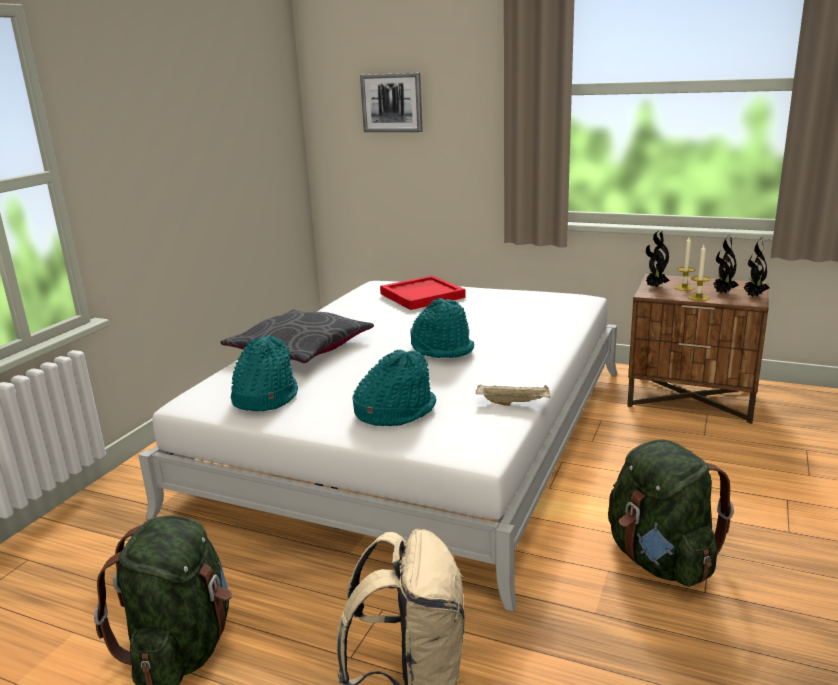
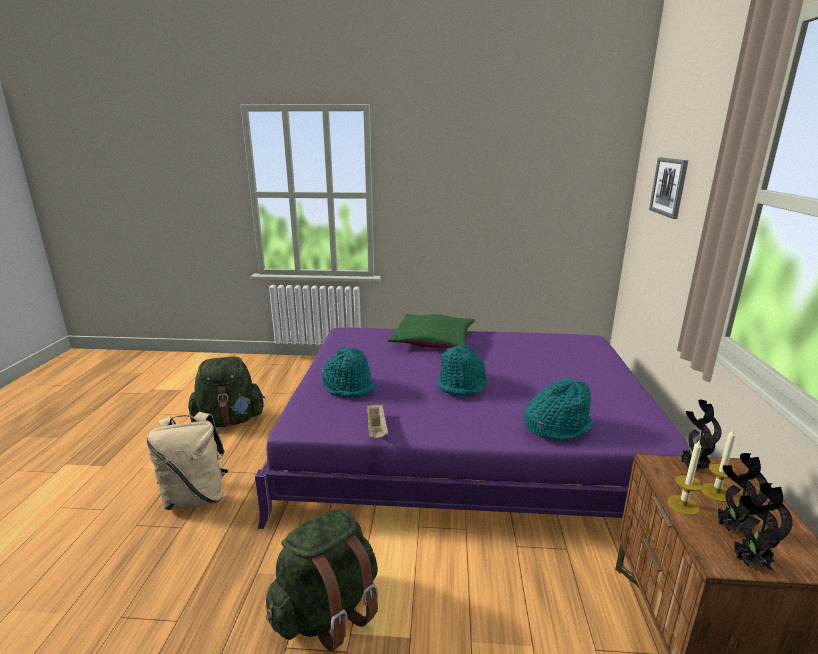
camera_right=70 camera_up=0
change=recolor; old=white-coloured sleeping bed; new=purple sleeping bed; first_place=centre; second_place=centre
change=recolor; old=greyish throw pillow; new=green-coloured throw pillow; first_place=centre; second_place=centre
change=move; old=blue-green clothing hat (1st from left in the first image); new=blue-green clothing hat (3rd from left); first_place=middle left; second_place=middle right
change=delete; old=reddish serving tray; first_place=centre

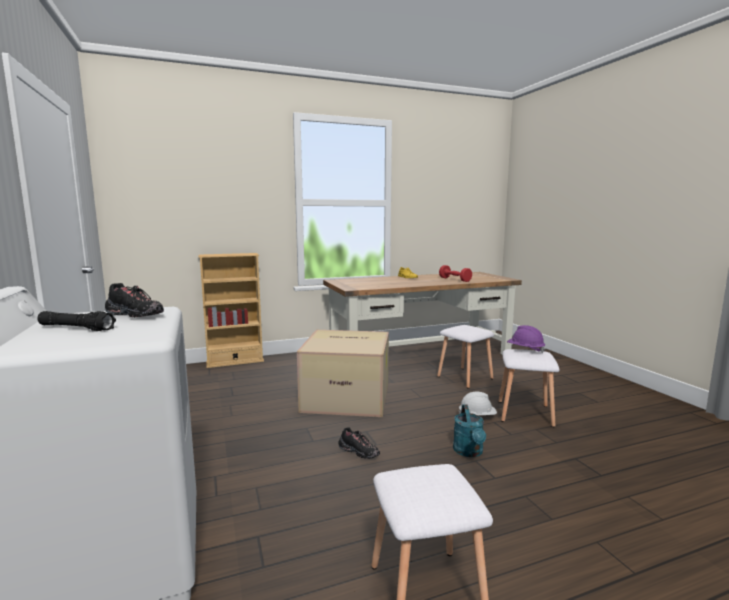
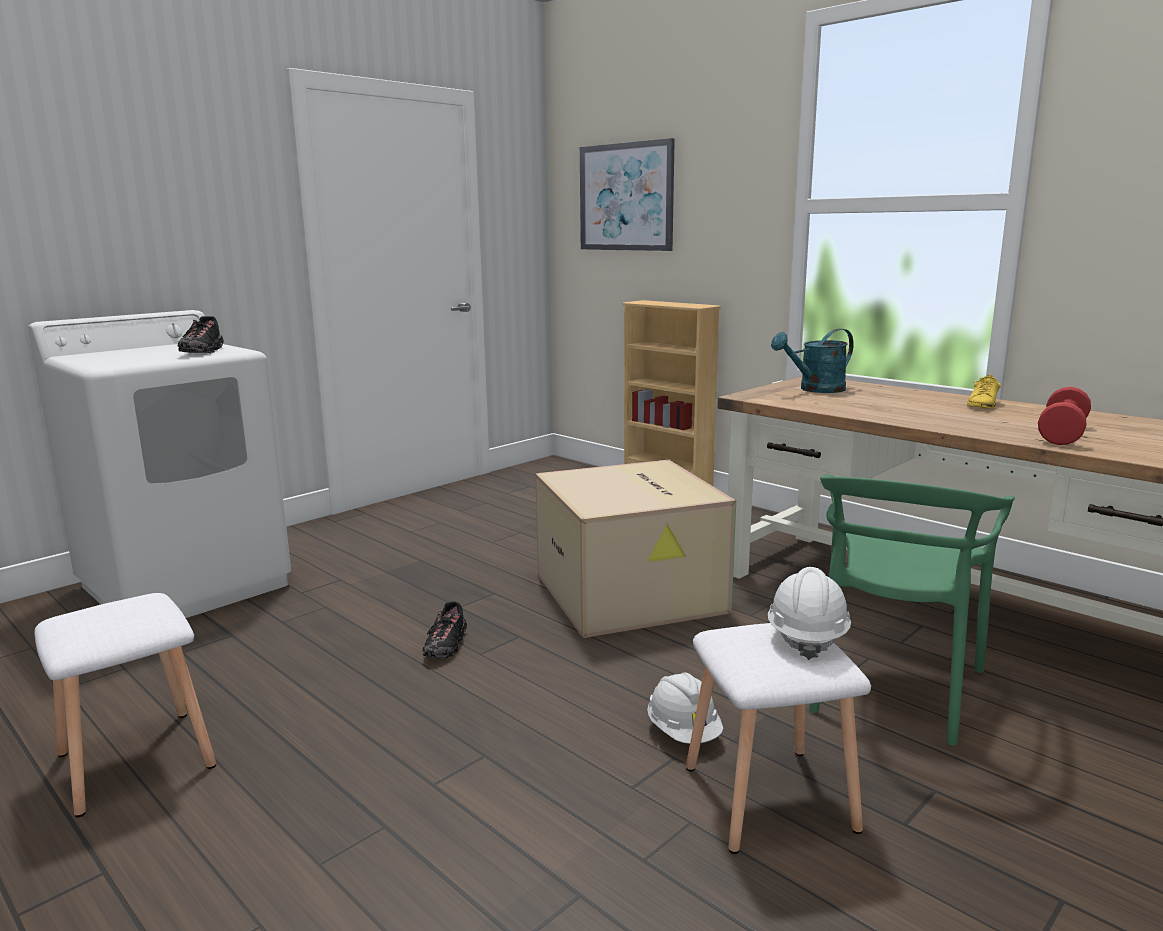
camera_right=65 camera_up=5
change=delete; old=blackish hand torch; first_place=middle left
change=replace; old=white-coloured stool (2nd from left); new=green-coloured upright chair; first_place=centre; second_place=middle right
change=move; old=blue-green sprinkling can; first_place=bottom centre; second_place=middle right
change=recolor; old=purple safety helmet; new=white-coloured safety helmet (2nd from left); first_place=middle right; second_place=middle right
change=insert; new=wall art; second_place=top centre

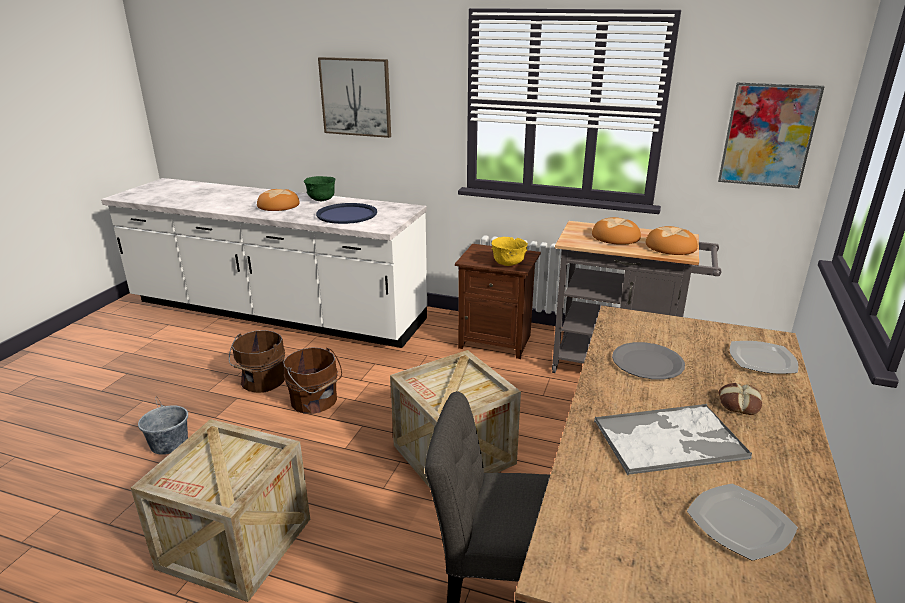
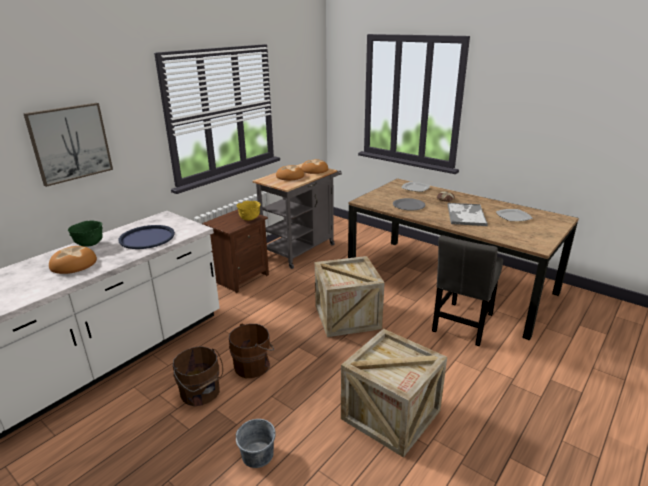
camera_right=-70 camera_up=0
change=delete; old=wall art (2nd from left); first_place=top right

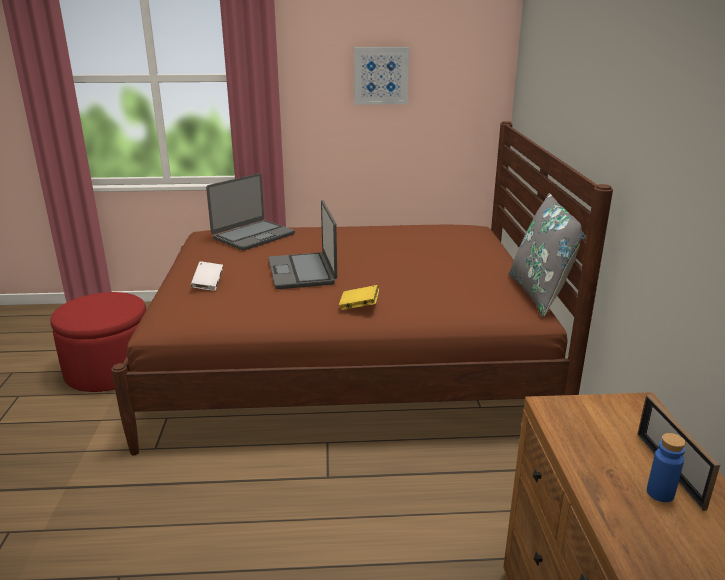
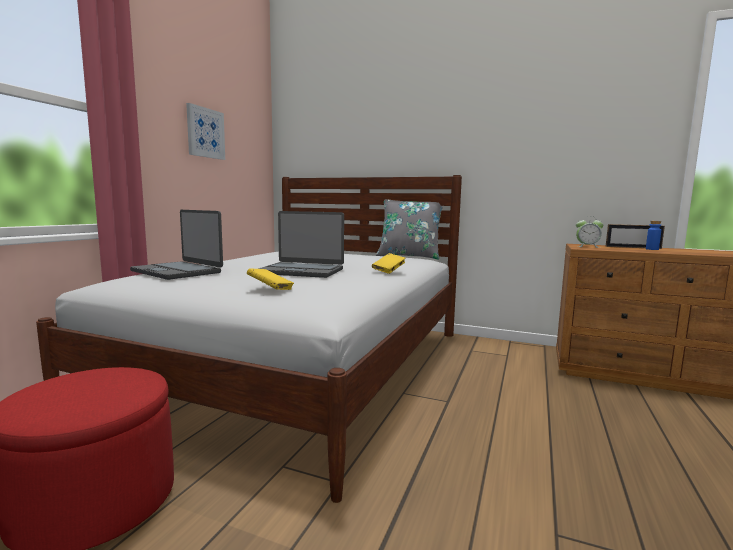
camera_right=-65 camera_up=-15
change=recolor; old=brownish sleeping bed; new=white-coloured sleeping bed; first_place=centre; second_place=centre
change=recolor; old=white-coloured bound book; new=yellowish bound book (1st from left); first_place=middle left; second_place=centre
change=rotate; old=laptop (1st from left); first_place=centre; second_place=middle left; degrees=150
change=insert; new=bedside clock; second_place=middle right

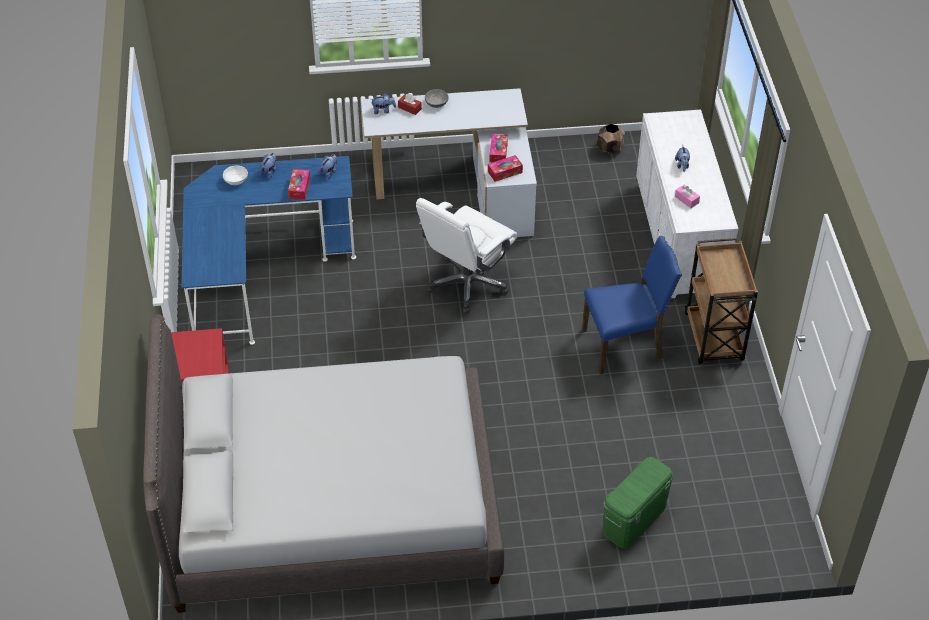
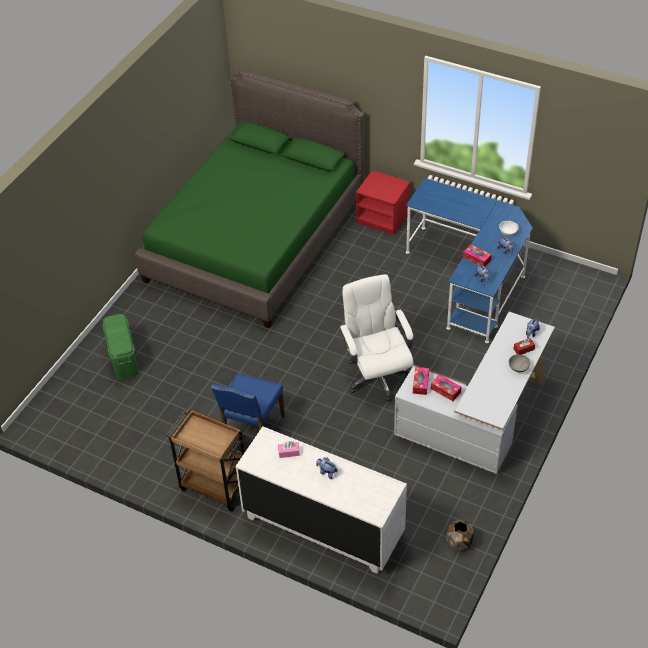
camera_right=125 camera_up=0
change=recolor; old=greyish sleeping bed; new=green-coloured sleeping bed; first_place=bottom centre; second_place=top centre

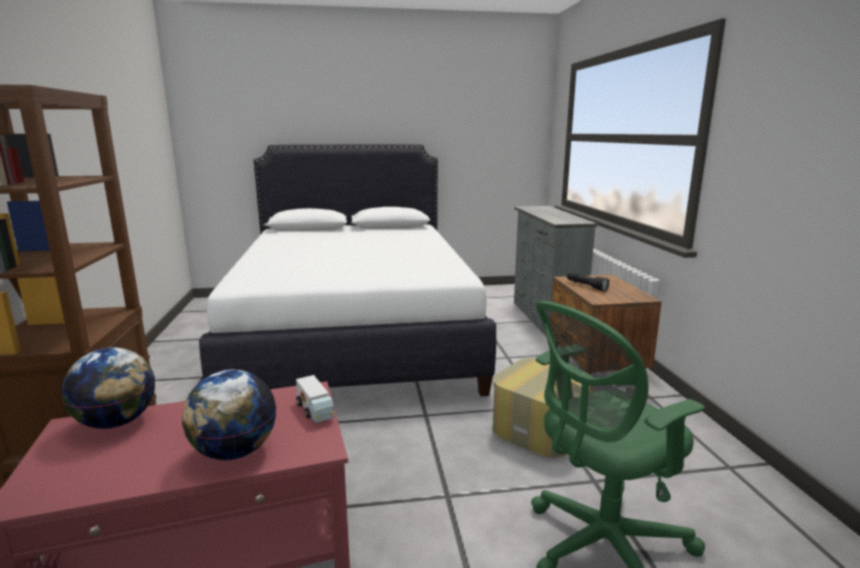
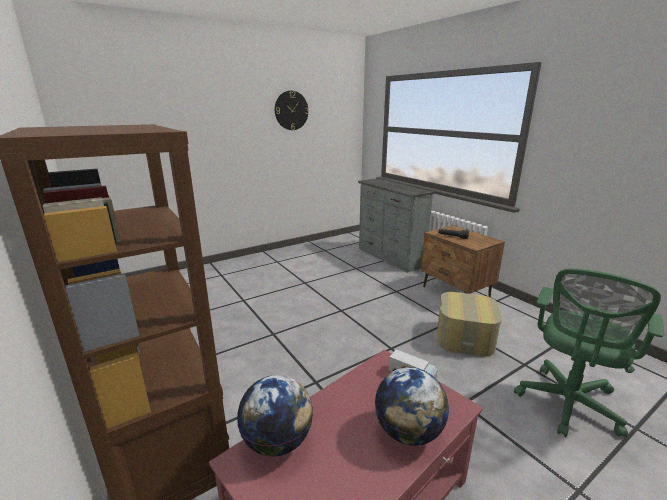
camera_right=-25 camera_up=5
change=delete; old=white-coloured sleeping bed; first_place=centre
change=insert; new=wall clock; second_place=top centre

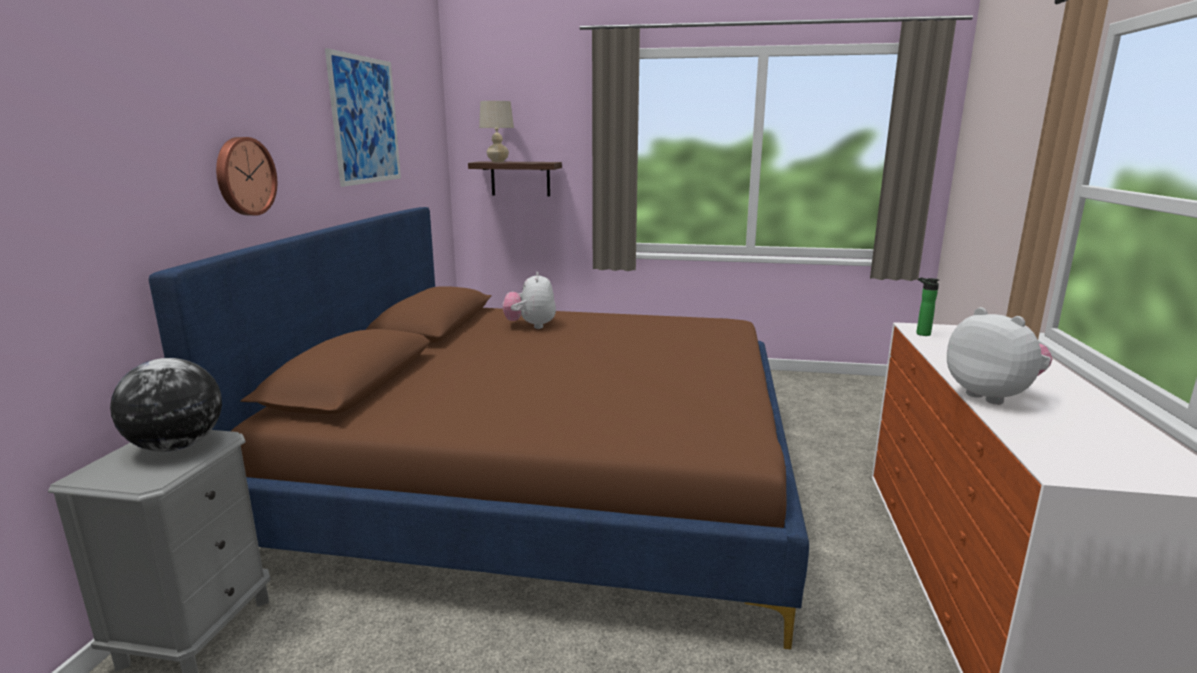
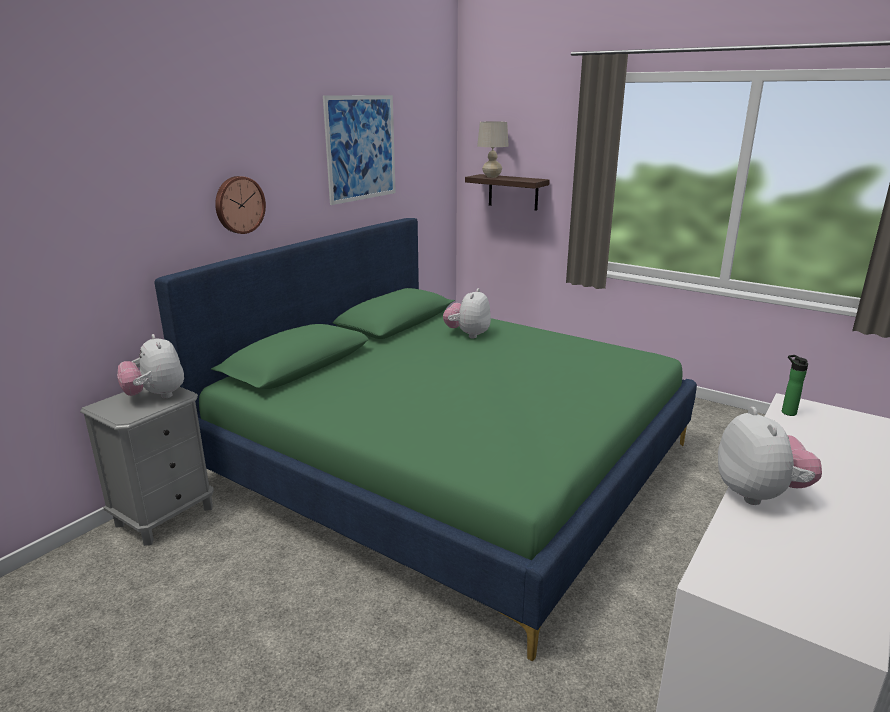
camera_right=25 camera_up=5
change=replace; old=world globe; new=plush toy (1st from left); first_place=middle left; second_place=middle left
change=recolor; old=brownish sleeping bed; new=green-coloured sleeping bed; first_place=centre; second_place=centre

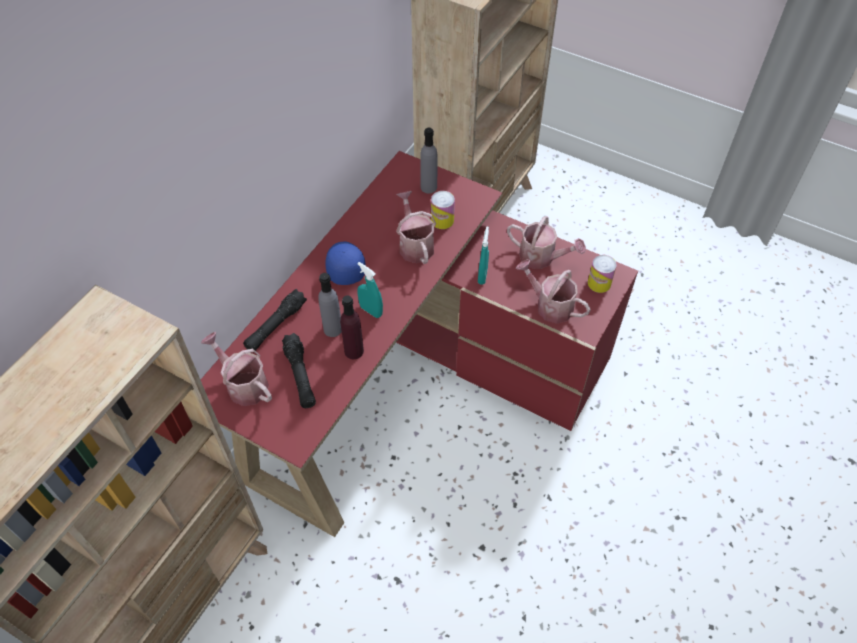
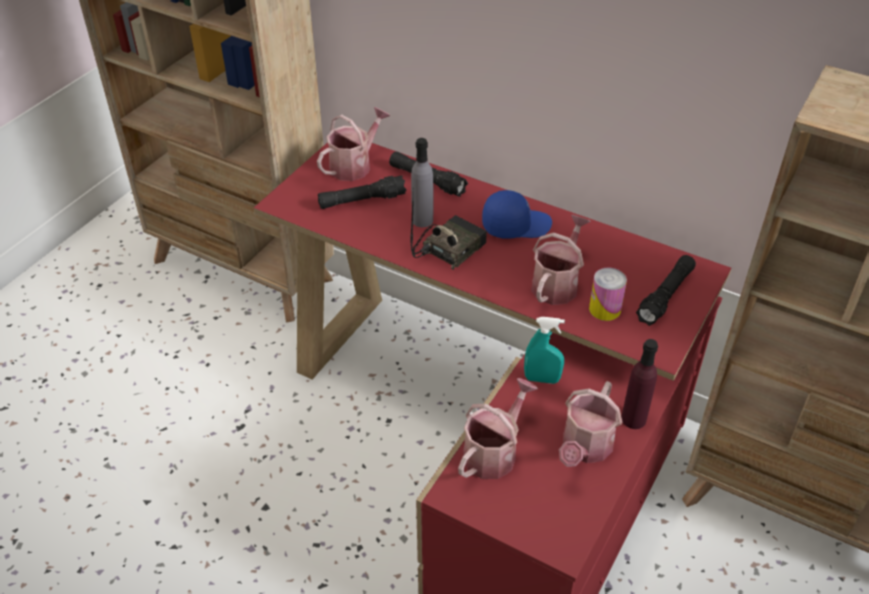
camera_right=90 camera_up=-10
change=move; old=purple beverage bottle; first_place=centre; second_place=middle right
change=replace; old=blue-green hand sprayer (1st from left); new=radio; first_place=centre; second_place=centre
change=rotate; old=sprinkling can (2nd from left in the first image); first_place=centre; second_place=centre; degrees=-45
change=replace; old=greyish beverage bottle (2nd from left); new=blackish hand torch (3rd from left); first_place=top centre; second_place=middle right
change=delete; old=metal can (2nd from left); first_place=middle right

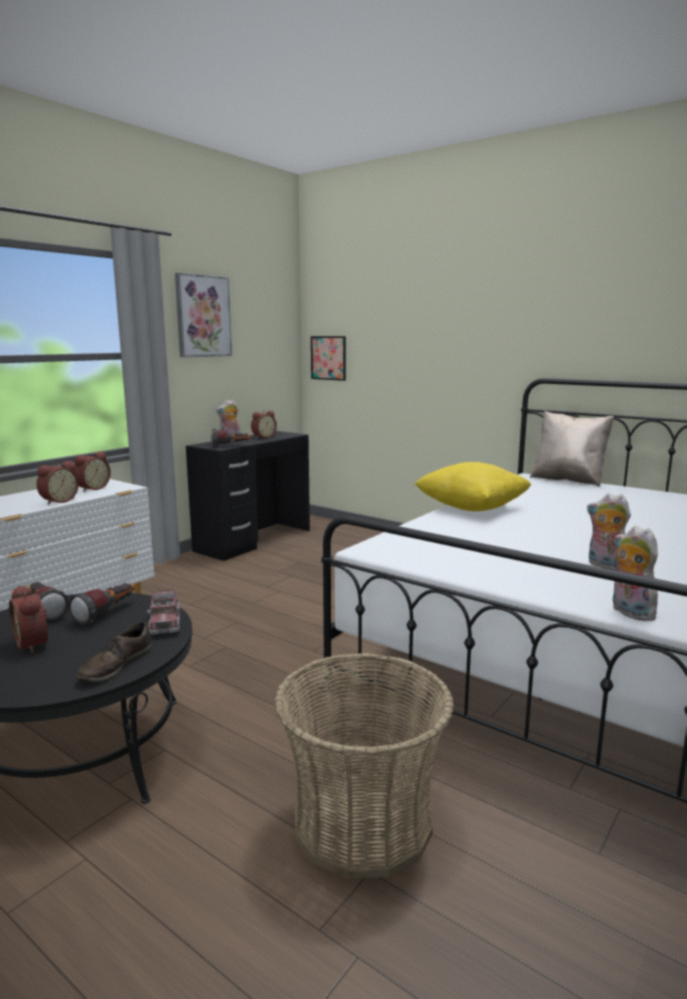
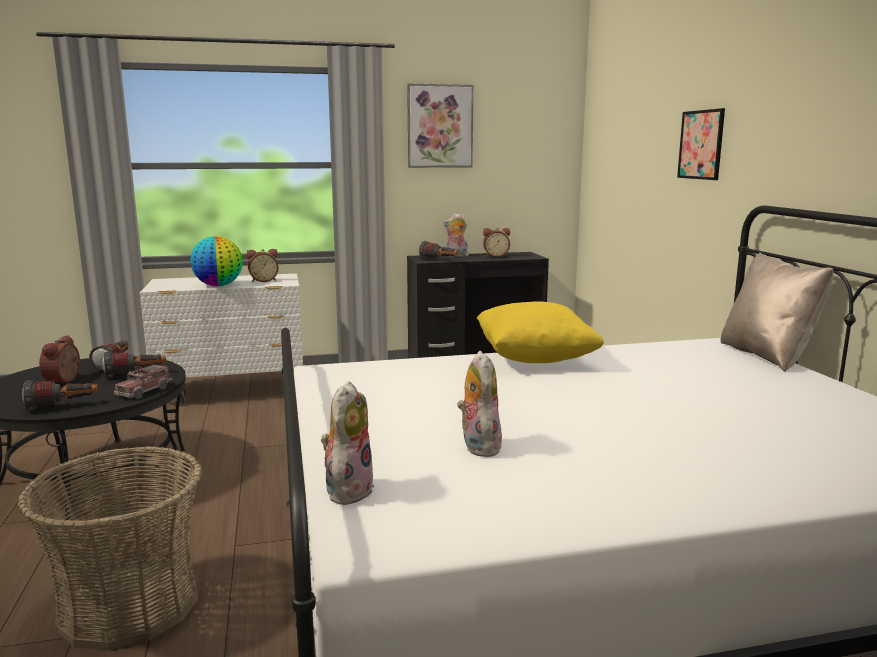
camera_right=40 camera_up=0
change=replace; old=bedside clock (2nd from left); new=world globe; first_place=middle left; second_place=middle left
change=replace; old=brownish low shoe; new=hand torch (1st from left); first_place=middle left; second_place=middle left
change=move; old=wall art (2nd from left); first_place=centre; second_place=top right

